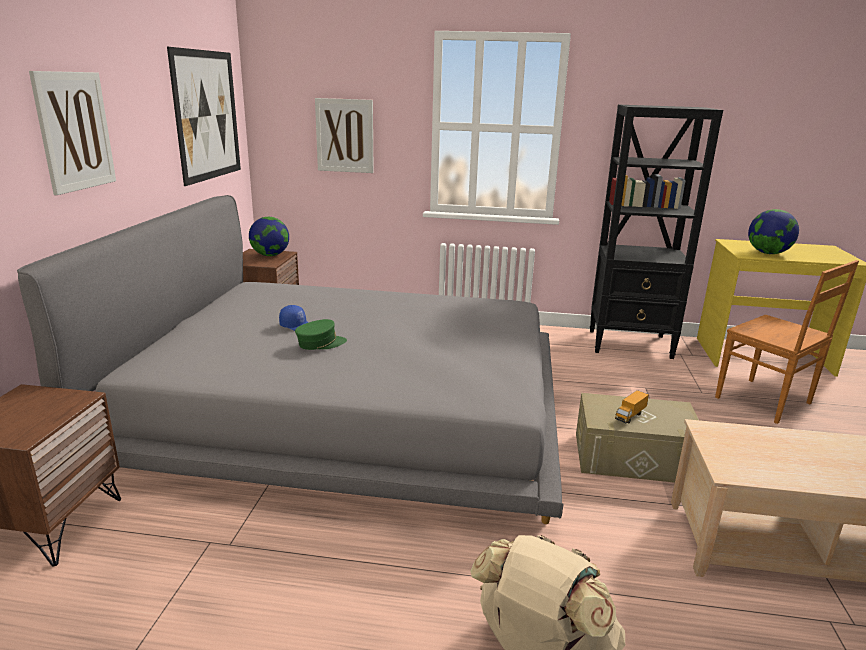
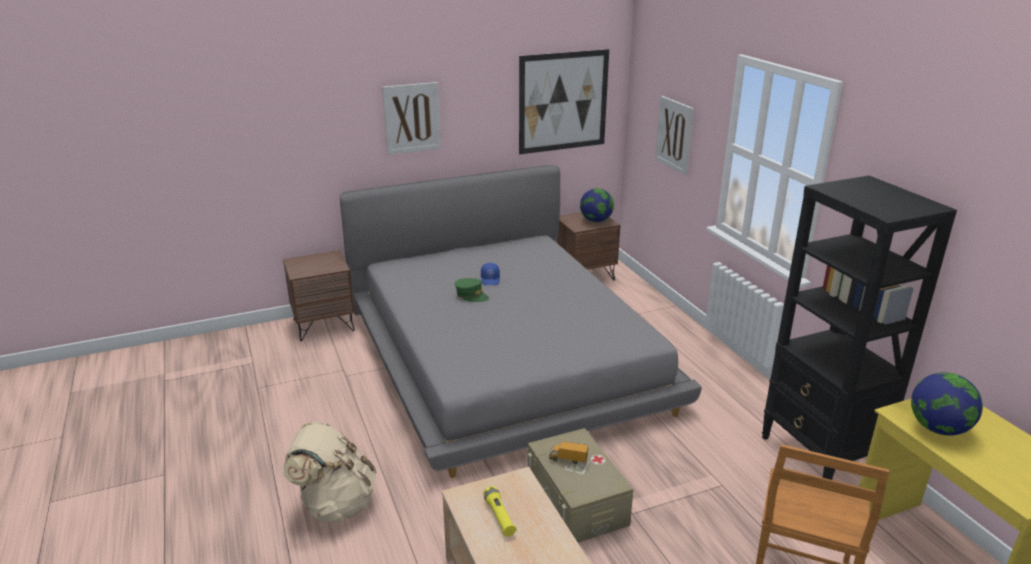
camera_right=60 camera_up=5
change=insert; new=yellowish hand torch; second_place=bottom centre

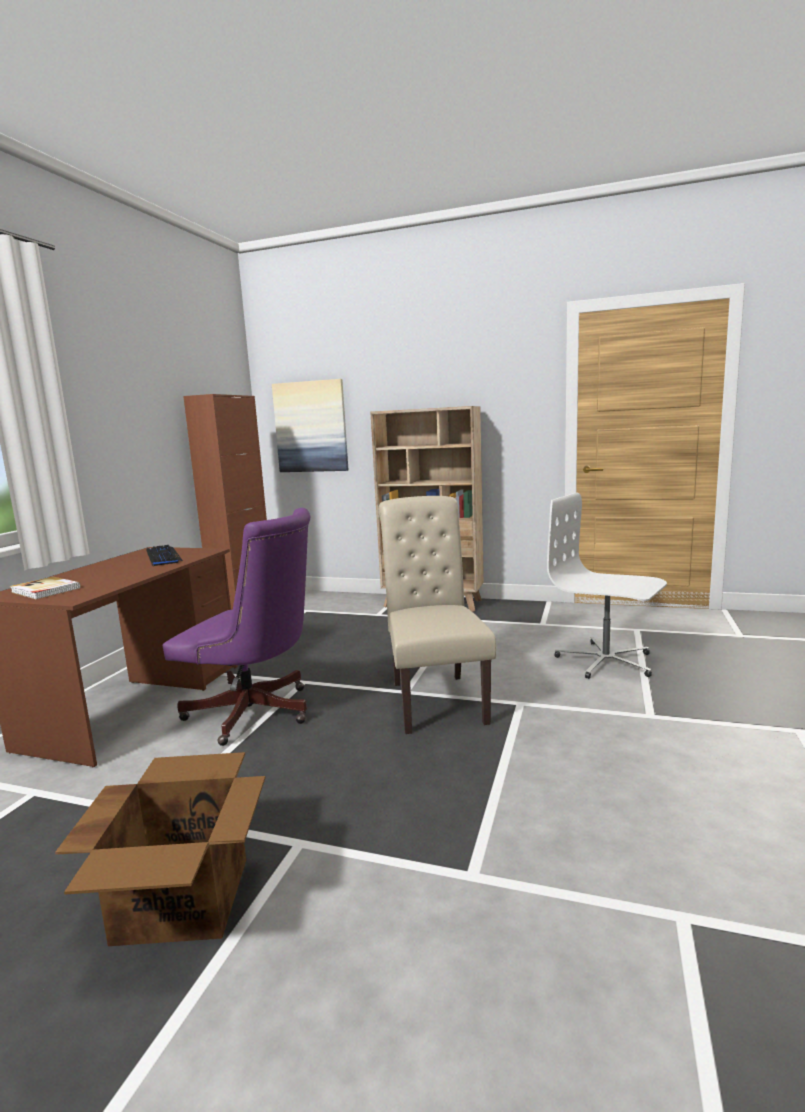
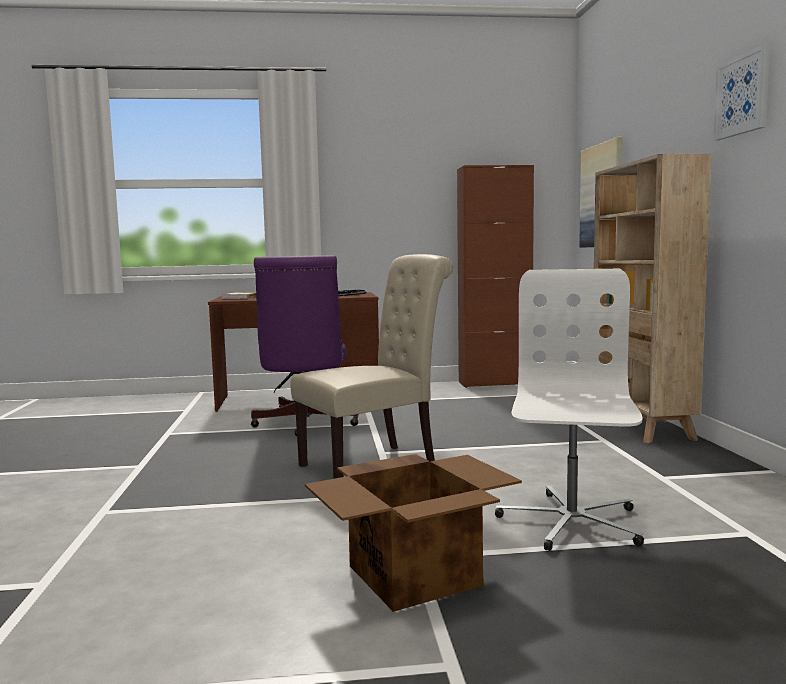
camera_right=65 camera_up=-5
change=move; old=carton; first_place=bottom left; second_place=bottom centre
change=insert; new=wall art (2nd from left); second_place=top right

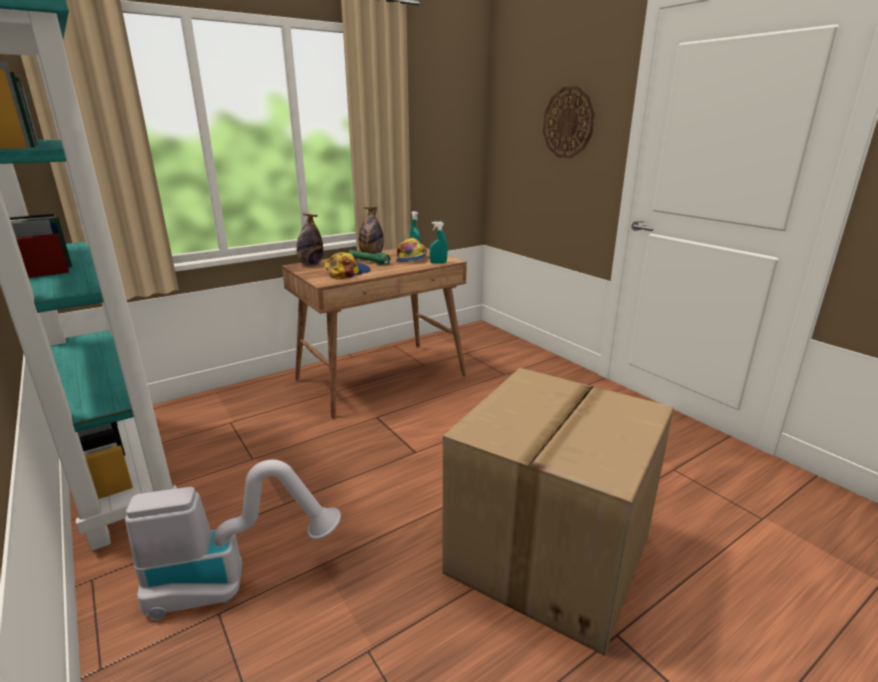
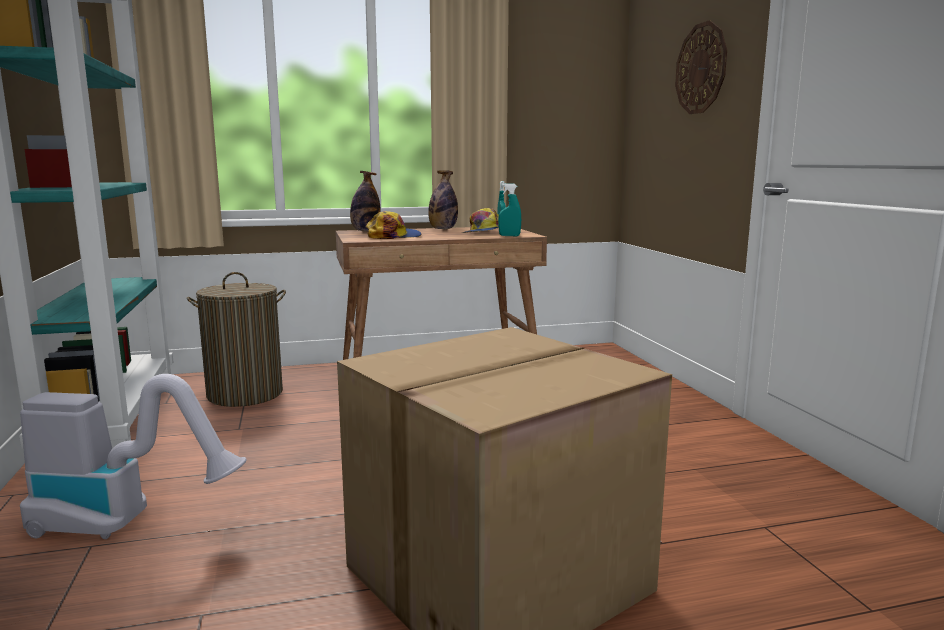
camera_right=20 camera_up=-10
change=delete; old=green-coloured hand torch; first_place=centre
change=insert; new=hamper; second_place=middle left

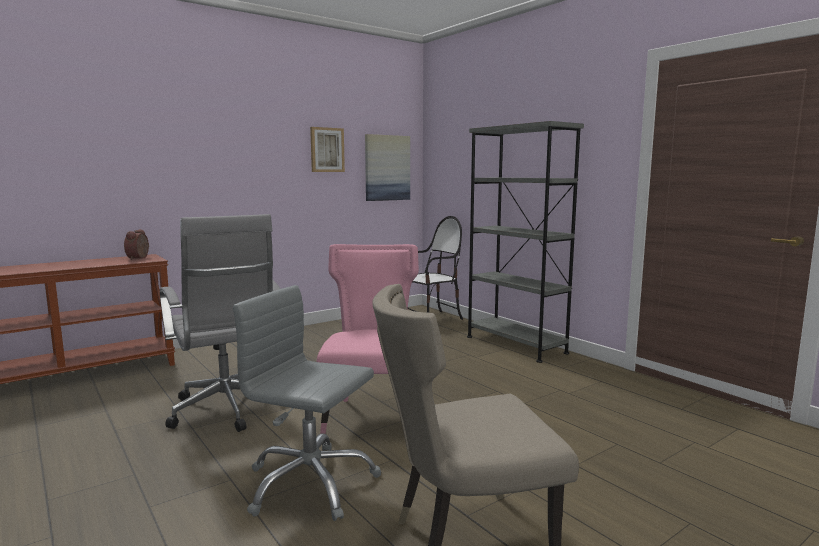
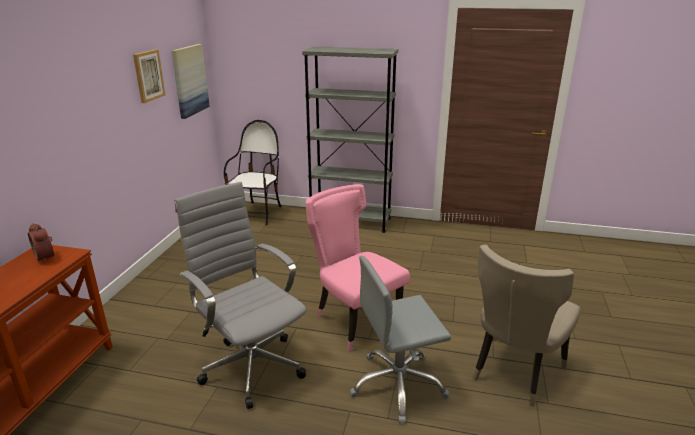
camera_right=-40 camera_up=15
change=rotate; old=greyish computer chair (1st from left); first_place=middle left; second_place=bottom centre; degrees=-150

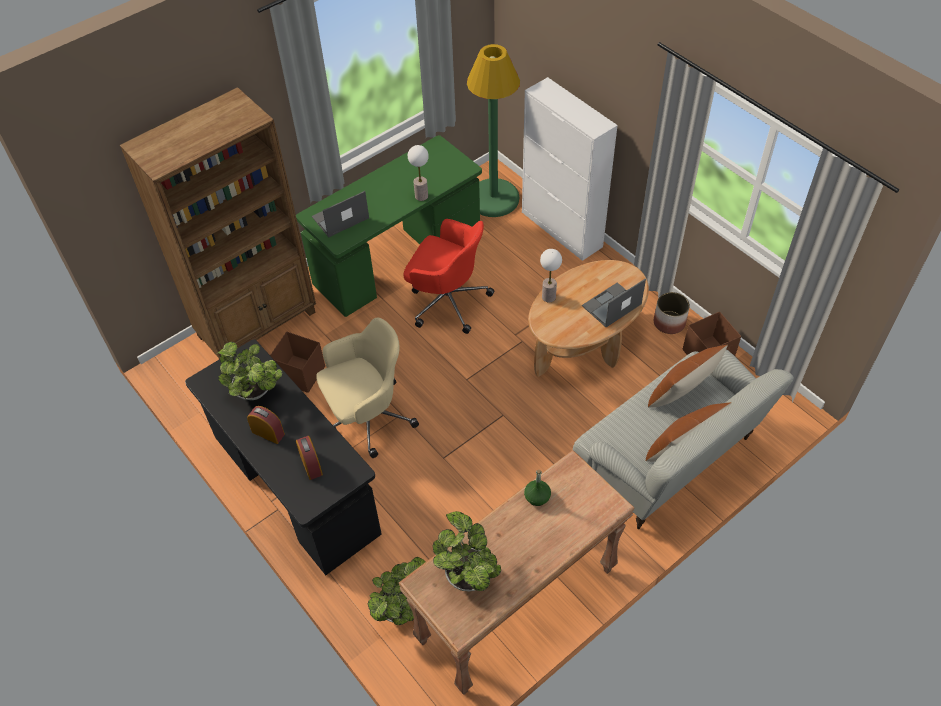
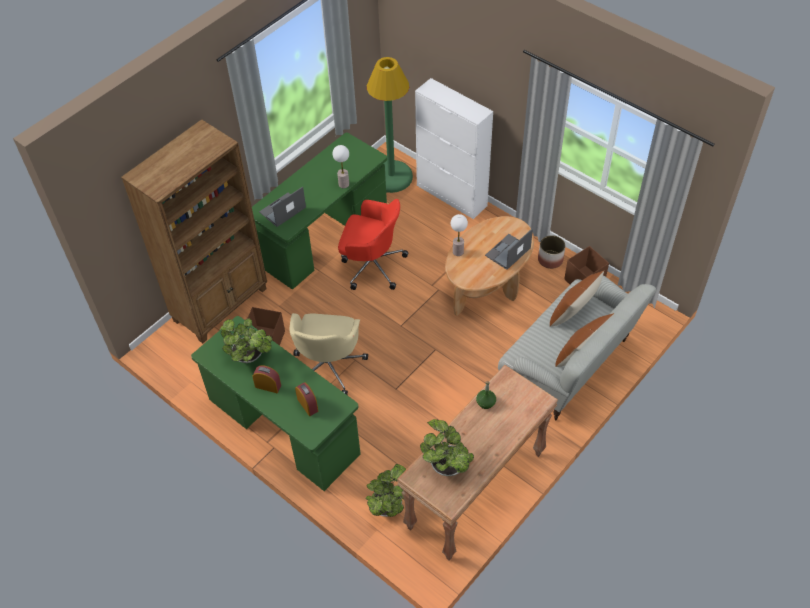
camera_right=-10 camera_up=0
change=recolor; old=blackish desk table; new=green-coloured desk table (1st from left); first_place=middle left; second_place=centre
change=rotate; old=beige computer chair; first_place=centre; second_place=centre; degrees=135

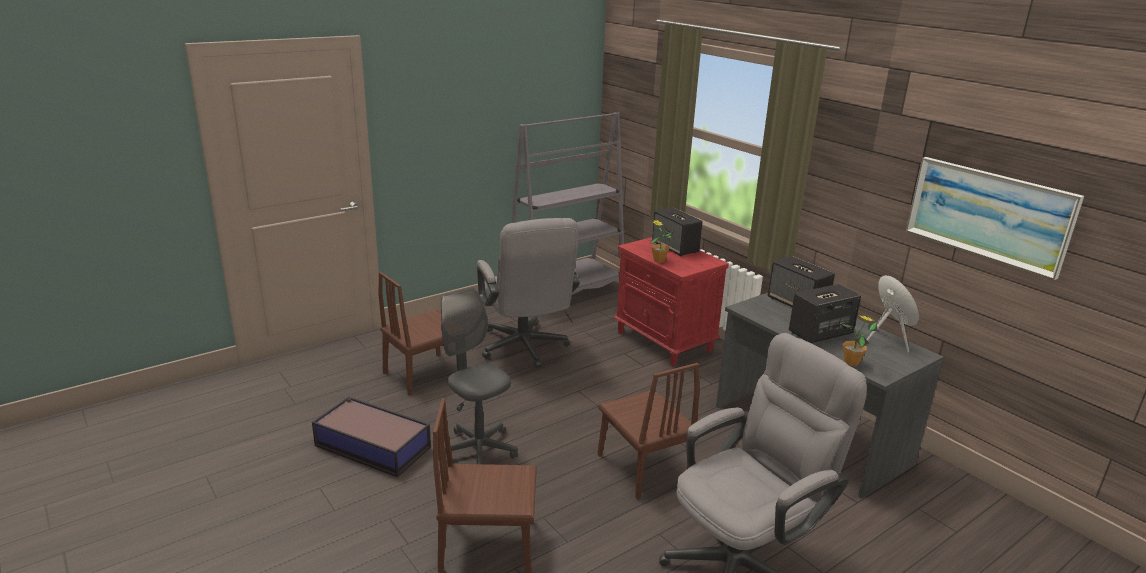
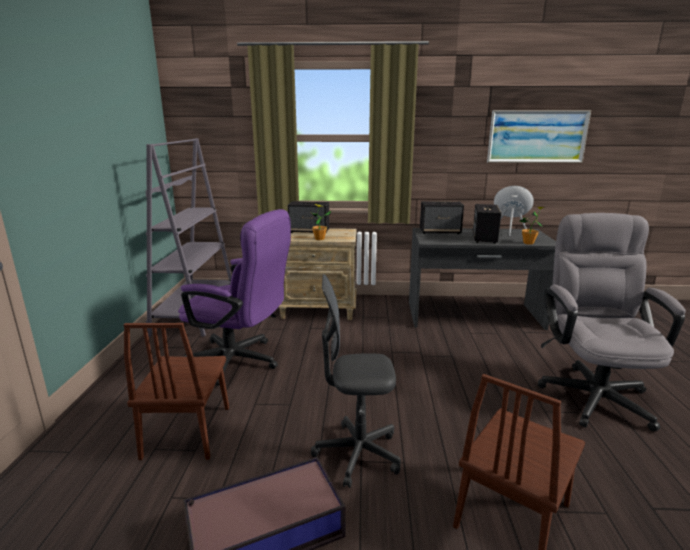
camera_right=-50 camera_up=-5
change=recolor; old=greyish computer chair (2nd from left); new=purple computer chair; first_place=centre; second_place=centre
change=delete; old=brownish upright chair (3rd from left); first_place=bottom centre
change=recolor; old=reddish nightstand; new=beige nightstand; first_place=centre; second_place=centre

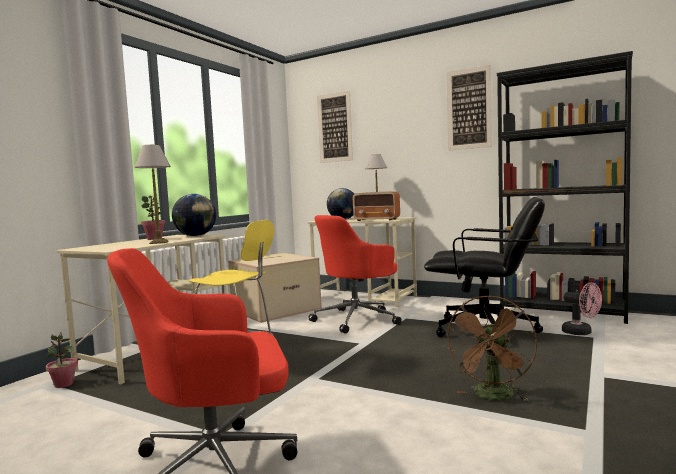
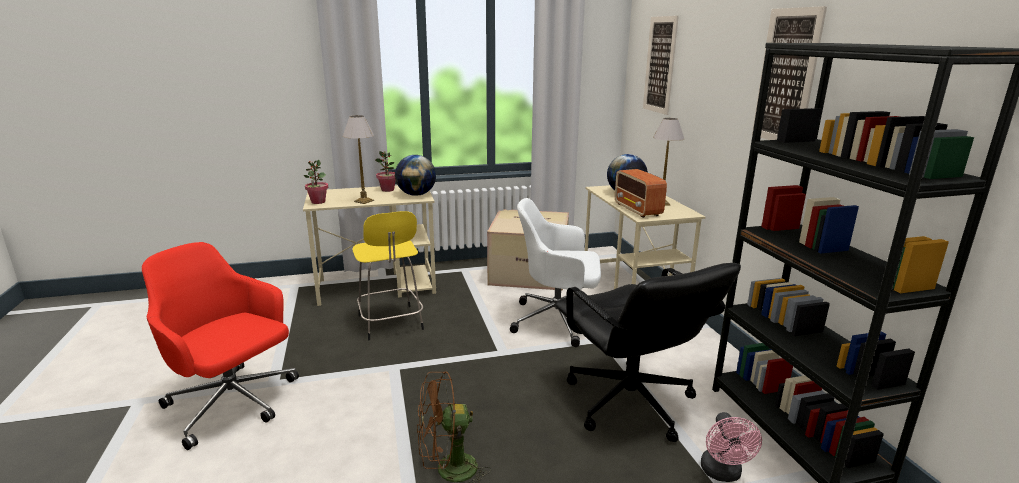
camera_right=45 camera_up=15
change=move; old=plant in a pot (1st from left); first_place=bottom left; second_place=middle left
change=recolor; old=reddish computer chair (2nd from left); new=white-coloured computer chair; first_place=centre; second_place=centre

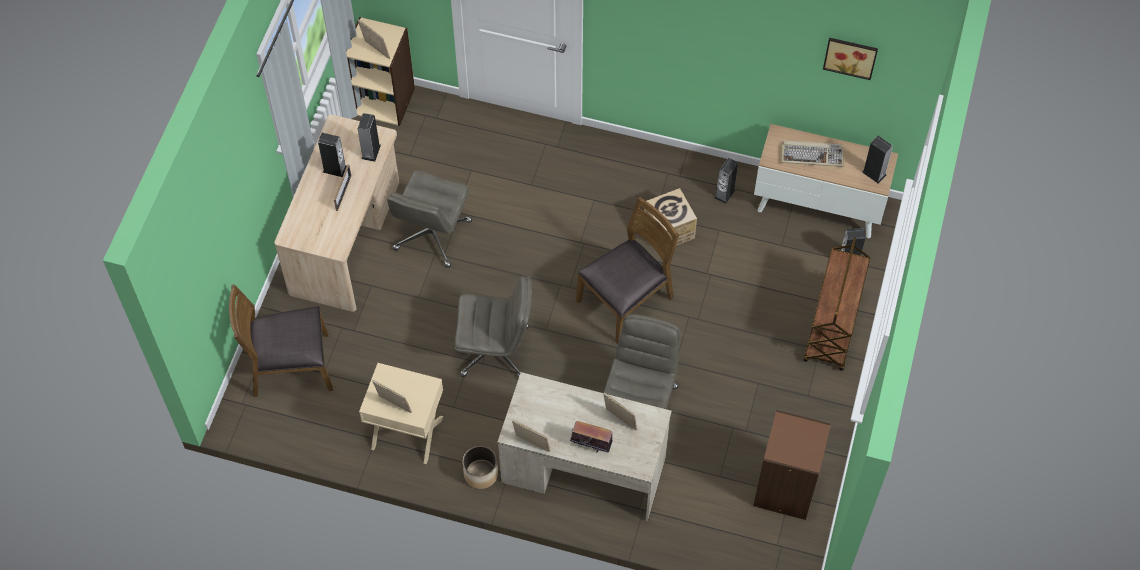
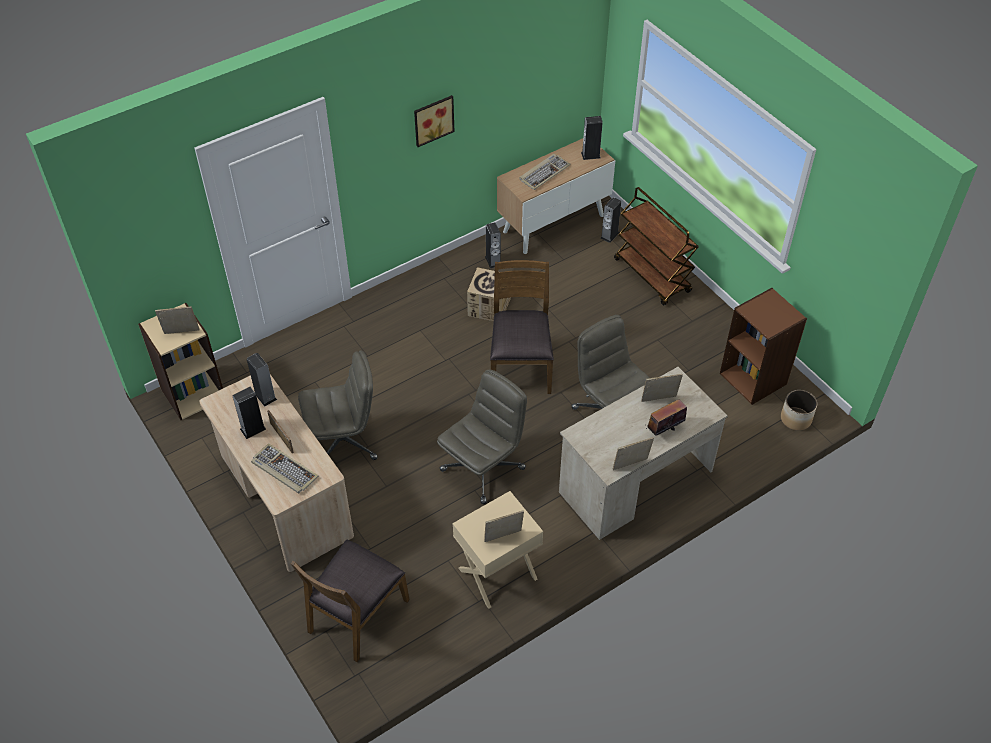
camera_right=-50 camera_up=-10
change=rotate; old=greyish computer chair (1st from left); first_place=centre; second_place=centre; degrees=-75
change=move; old=planter; first_place=bottom centre; second_place=middle right
change=move; old=wall art; first_place=top right; second_place=top centre
change=insert; new=PC keyboard (1st from left); second_place=middle left

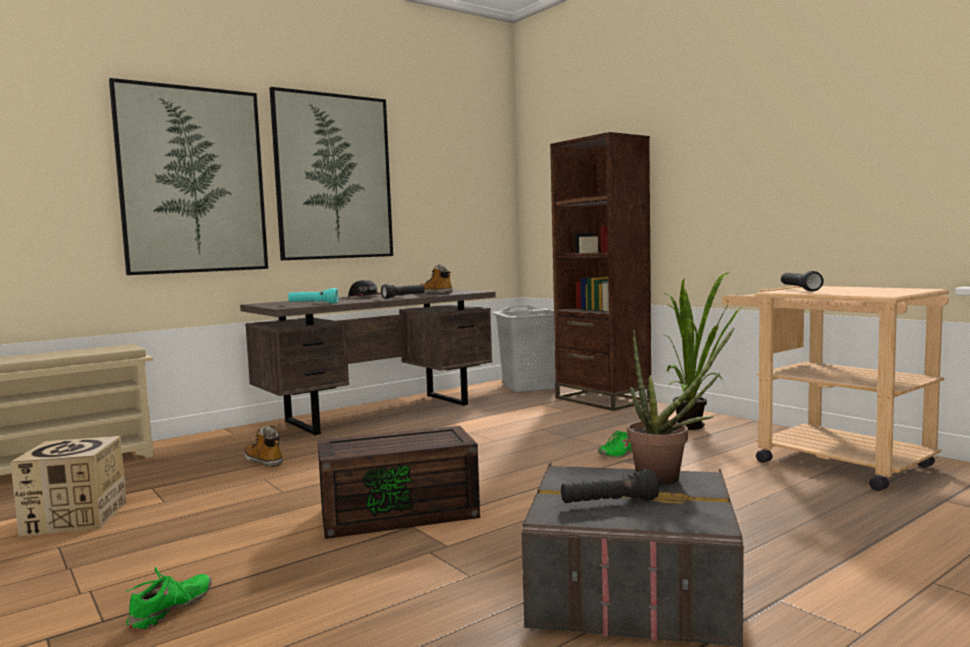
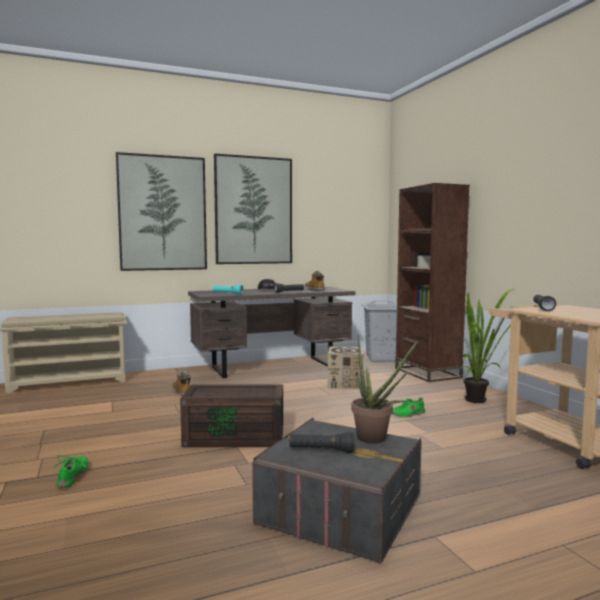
camera_right=15 camera_up=0
change=move; old=carton; first_place=bottom left; second_place=centre
change=rotate; old=green-coloured low shoe (1st from left); first_place=bottom left; second_place=bottom left; degrees=-45

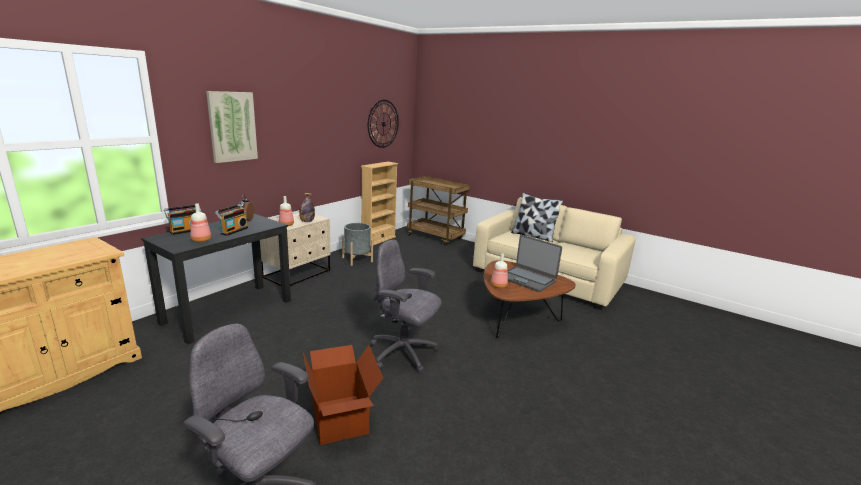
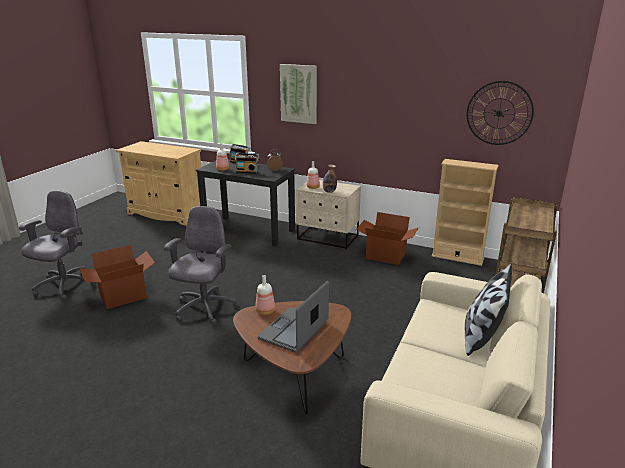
camera_right=80 camera_up=5
change=replace; old=greyish planter; new=carton (2nd from left); first_place=centre; second_place=centre

